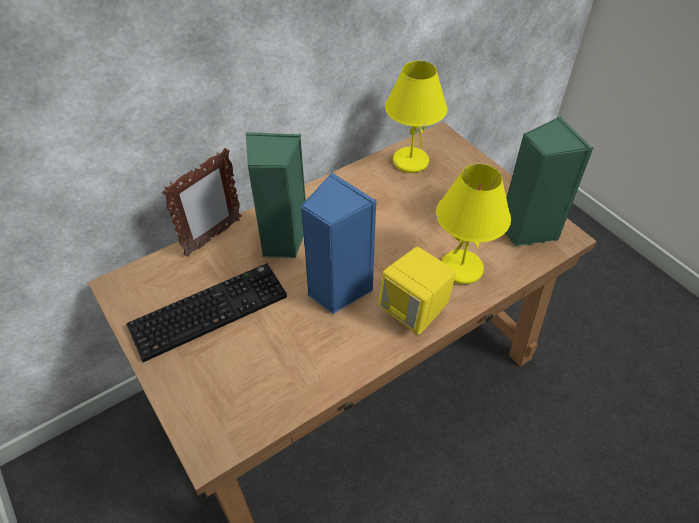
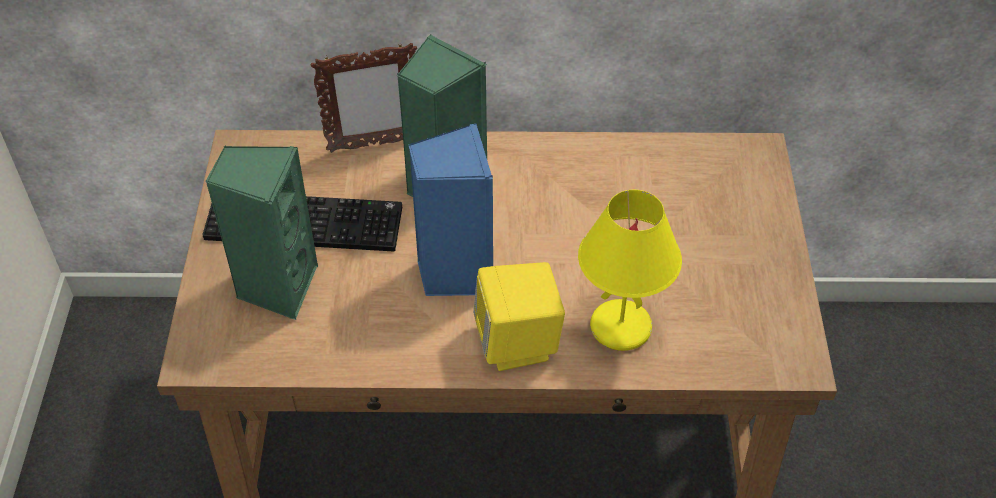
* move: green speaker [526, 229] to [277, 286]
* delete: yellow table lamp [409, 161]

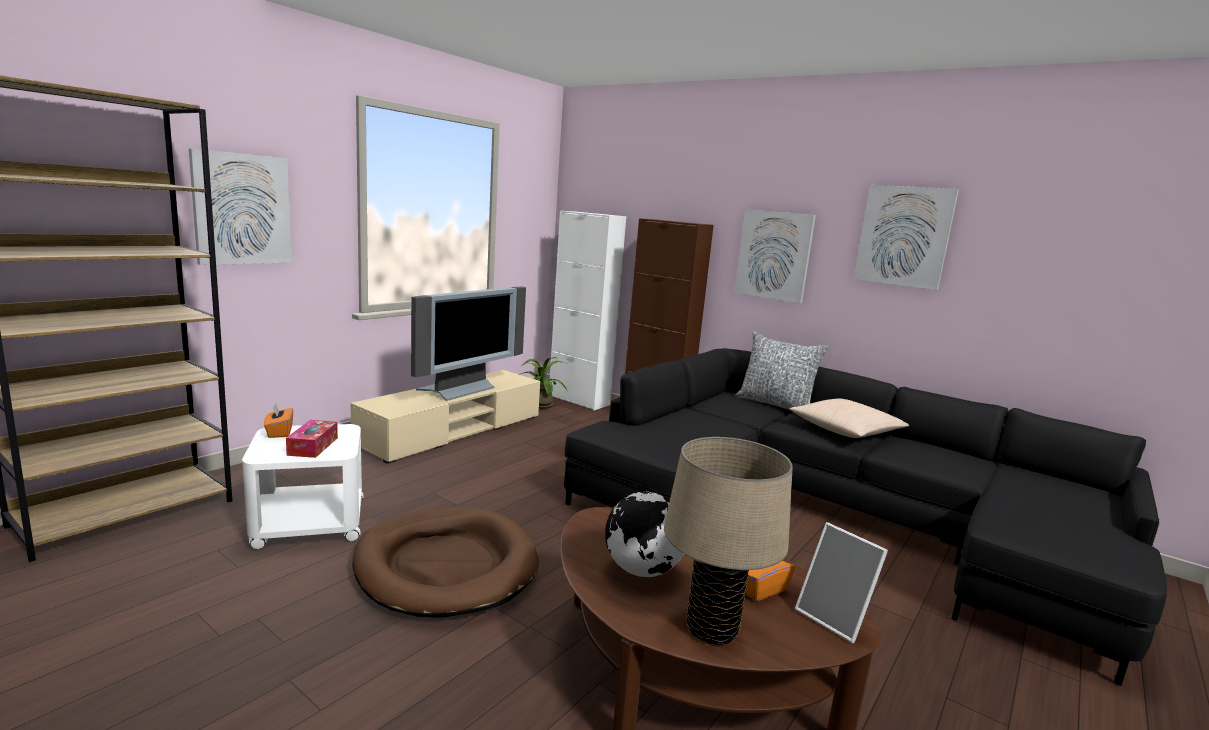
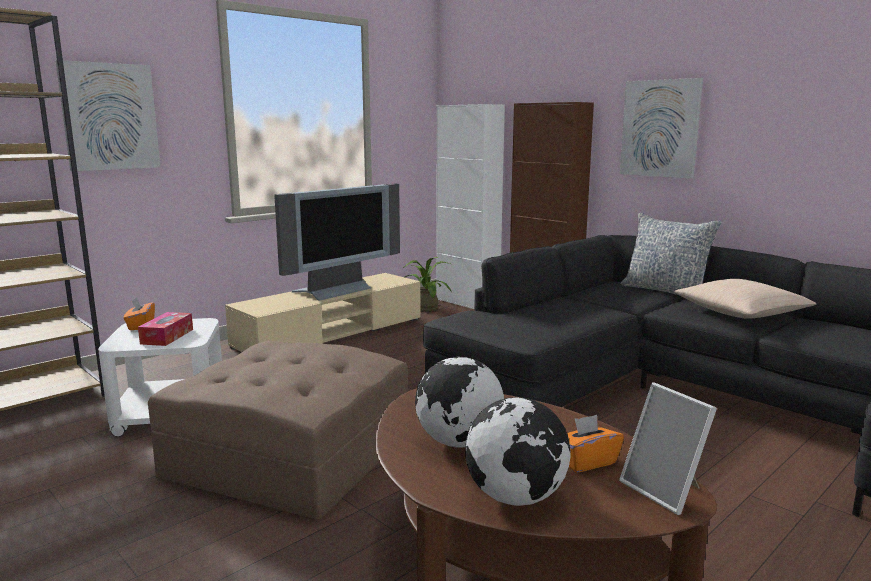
* replace: brown dog bed [446, 566] to brown ottoman [291, 453]
* replace: beige table lamp [711, 630] to globe [516, 498]
* delete: picture [904, 236]

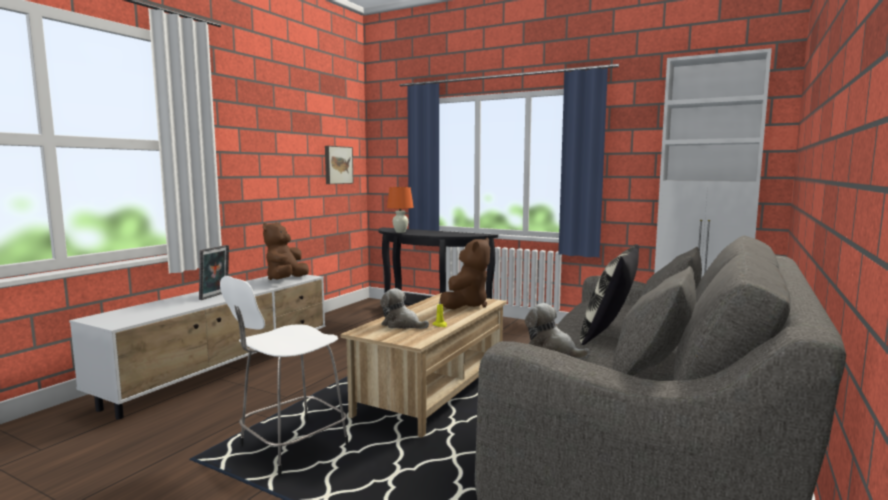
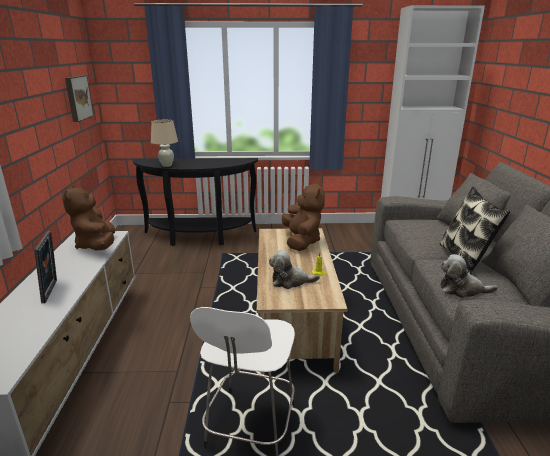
* recolor: orange table lamp [400, 232] to beige table lamp [167, 165]

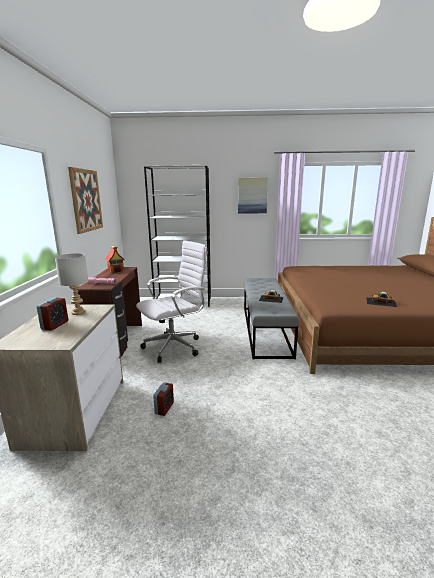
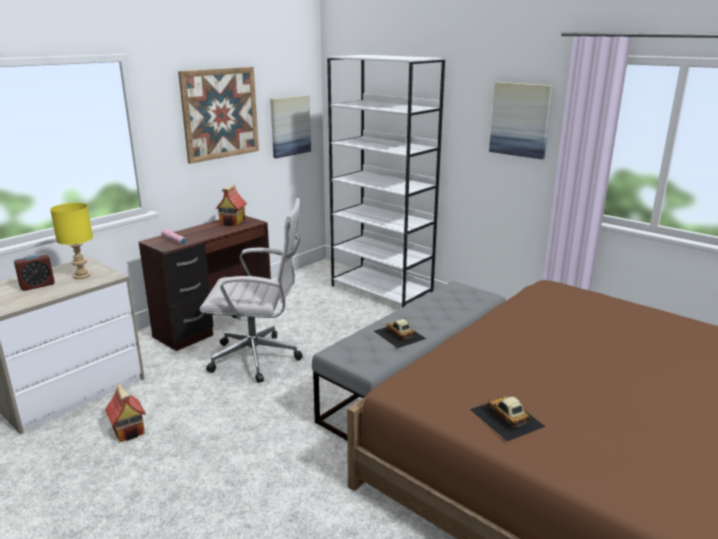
* recolor: grey table lamp [78, 312] to yellow table lamp [82, 276]
* replace: alarm clock [164, 408] to toy house [129, 430]
* insert: picture [290, 126]

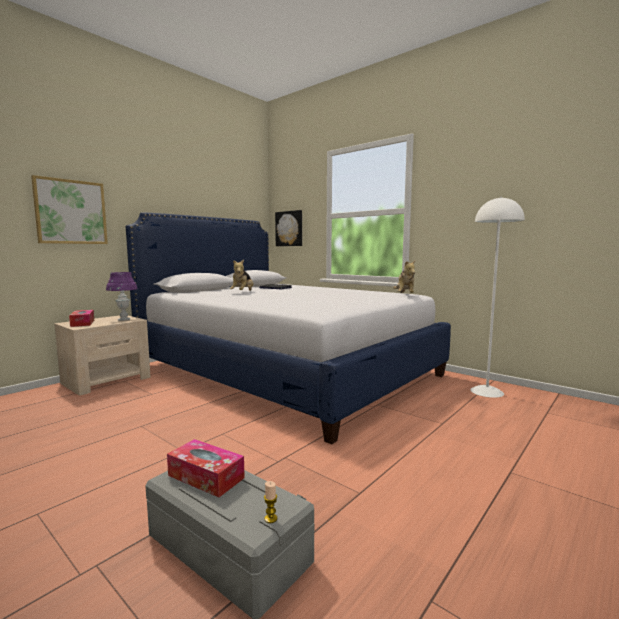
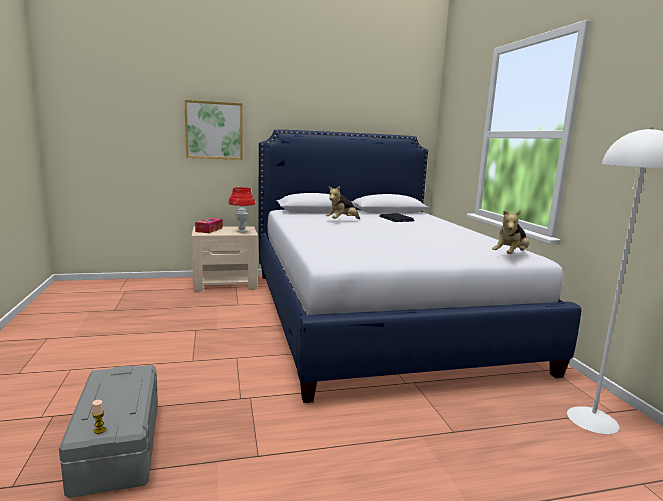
* recolor: purple table lamp [124, 319] to red table lamp [242, 231]
* delete: tissue box [206, 476]
* delete: picture [289, 228]

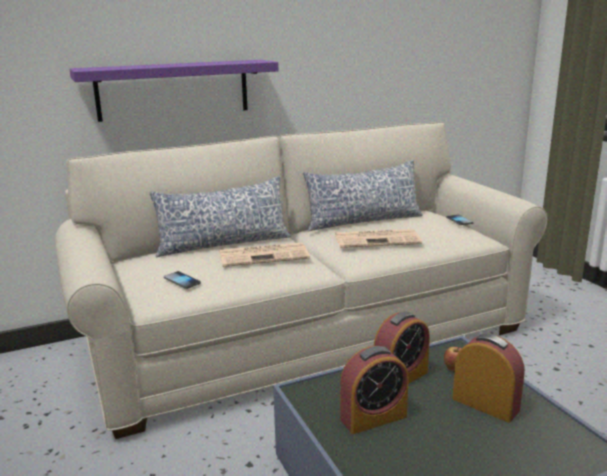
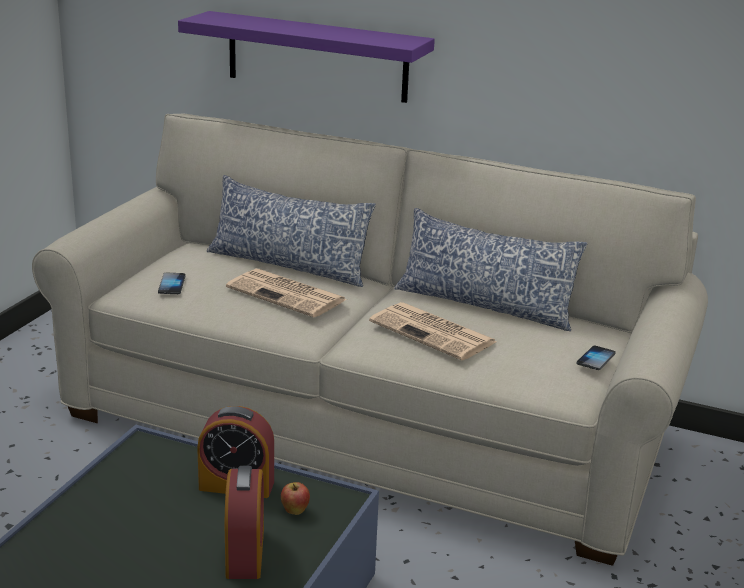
* delete: alarm clock [373, 418]

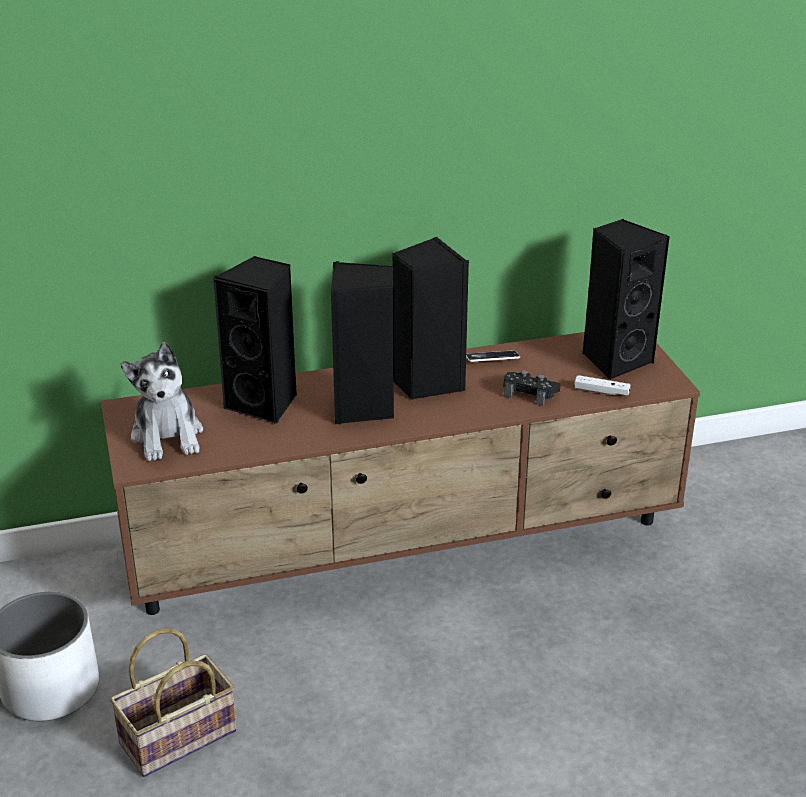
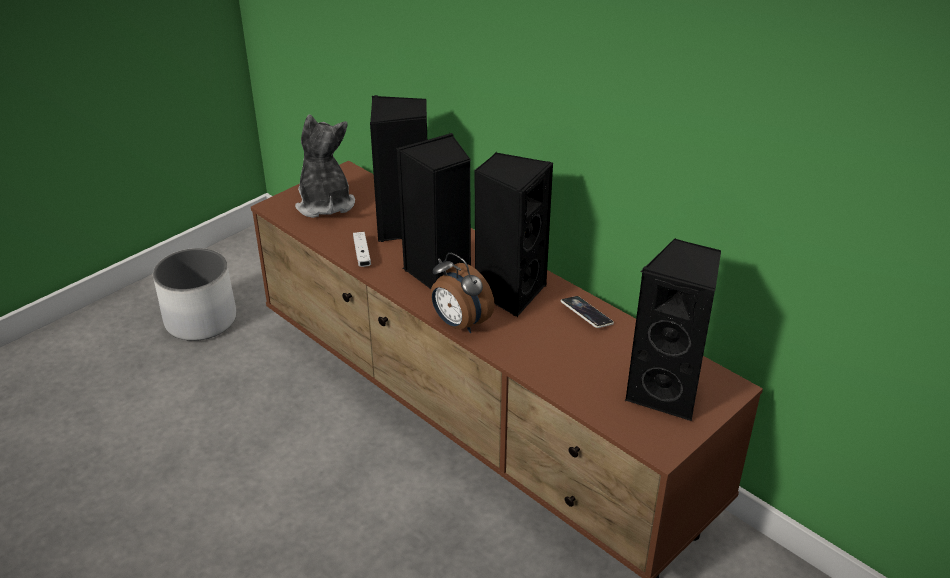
* rotate: plush toy [168, 436] = [324, 203] 120 degrees clockwise
* move: white game controller [601, 392] to [362, 254]
* insert: alarm clock [459, 324]
* delete: basket [176, 740]
* delete: black game controller [530, 393]

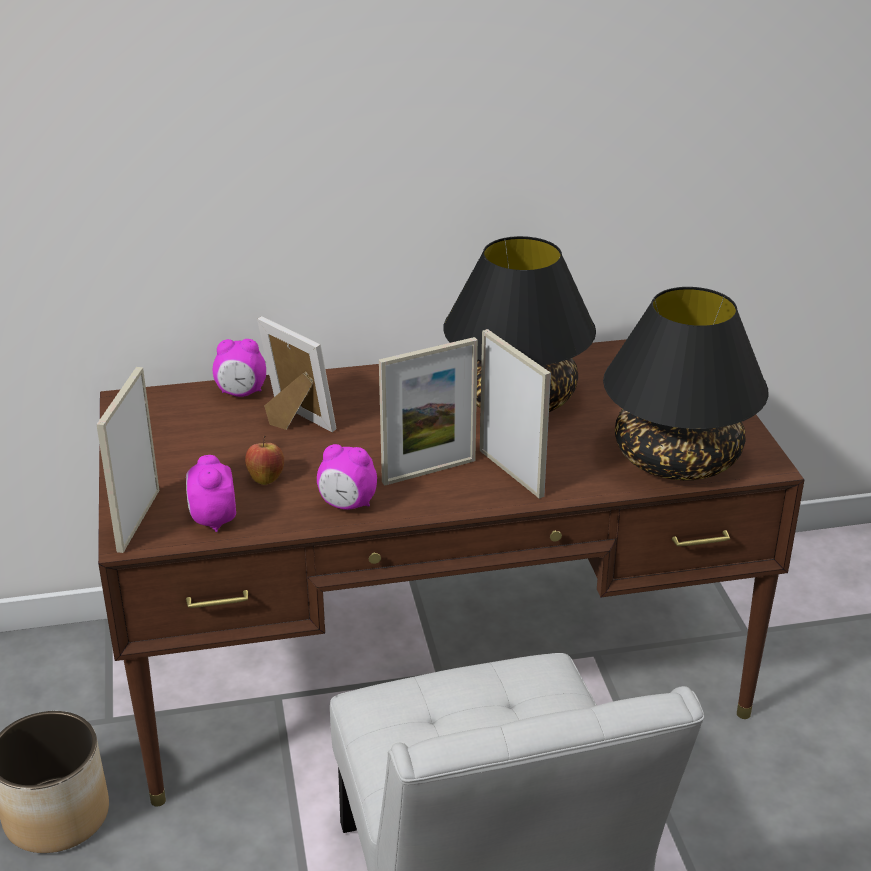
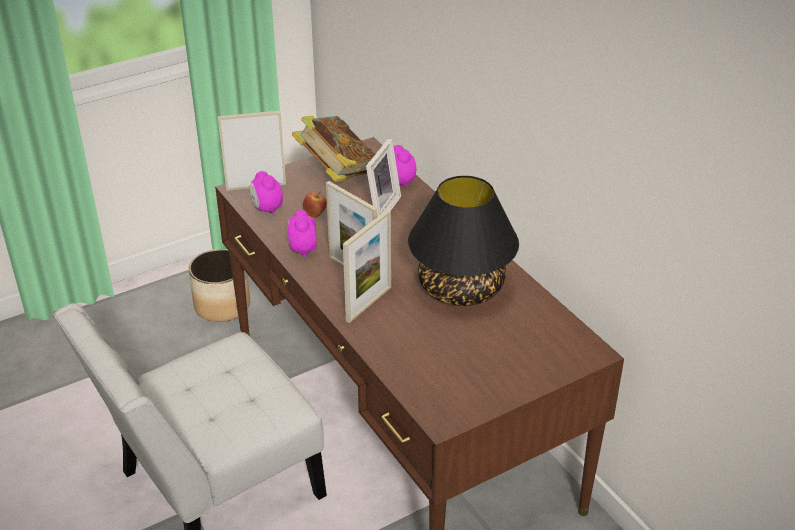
* rotate: alarm clock [213, 520] = [266, 209] 90 degrees counterclockwise
* insert: book [336, 172]
* delete: black table lamp [675, 459]

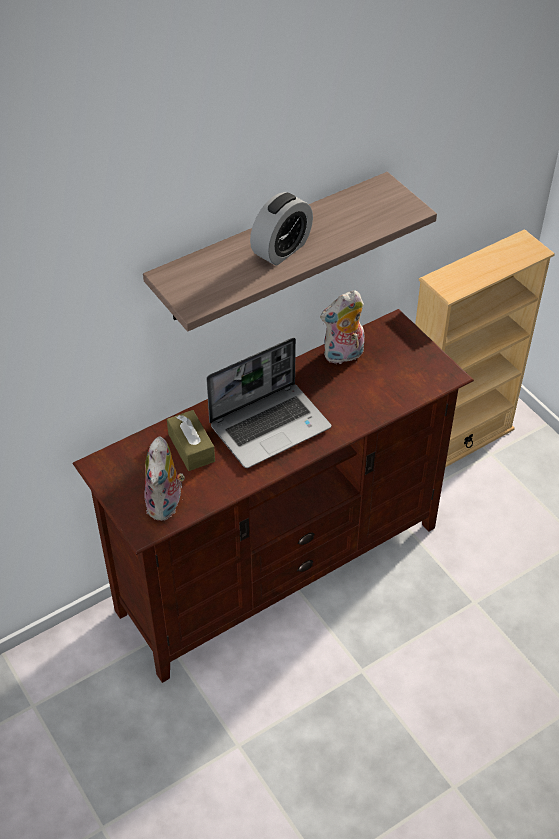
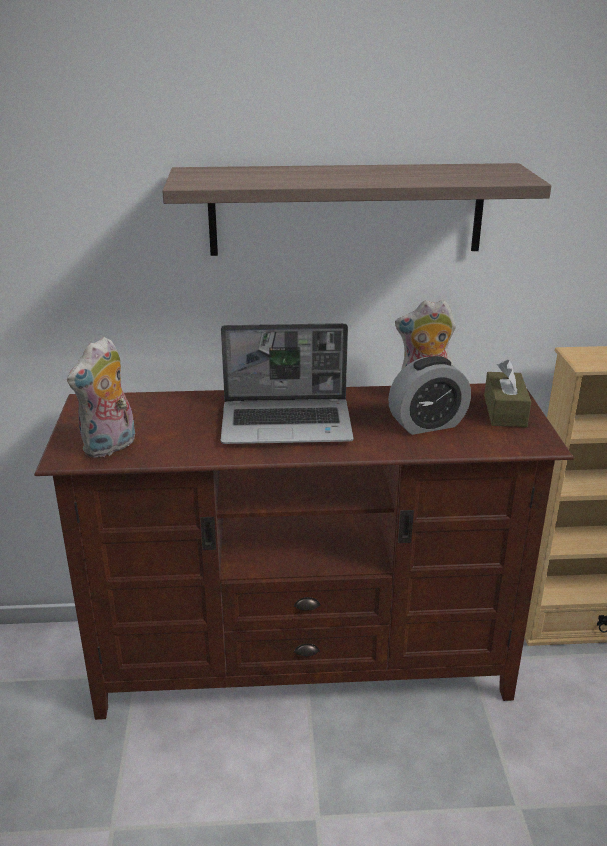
* move: alarm clock [281, 250] to [427, 424]
* move: brown tissue box [191, 447] to [505, 411]

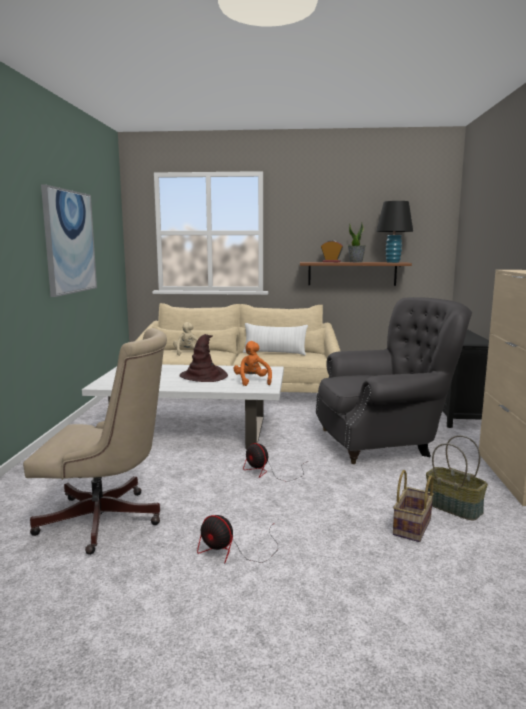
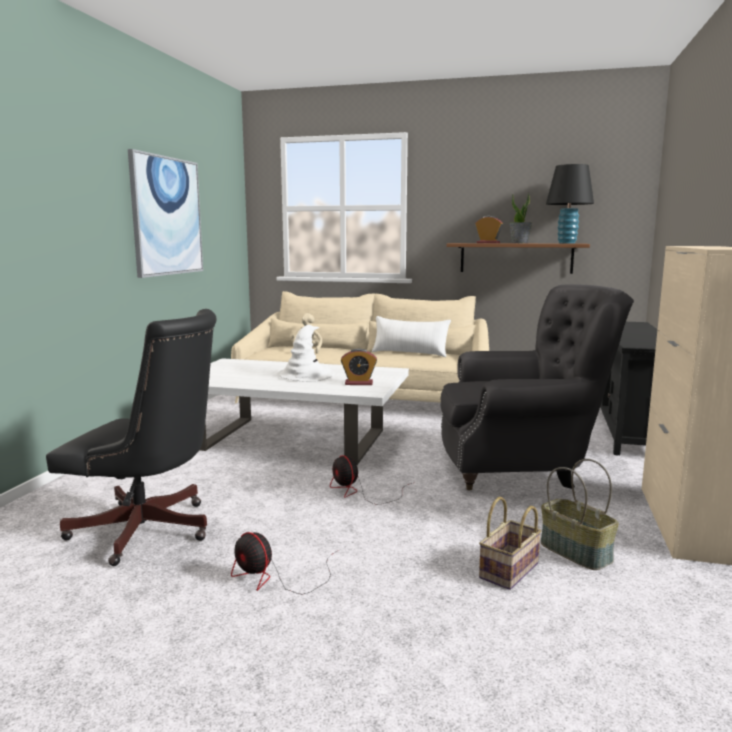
* recolor: beige office chair [107, 521] to black office chair [150, 532]
* recolor: brown hat [204, 376] to white hat [306, 375]
* replace: orange plush toy [252, 381] to alarm clock [358, 383]

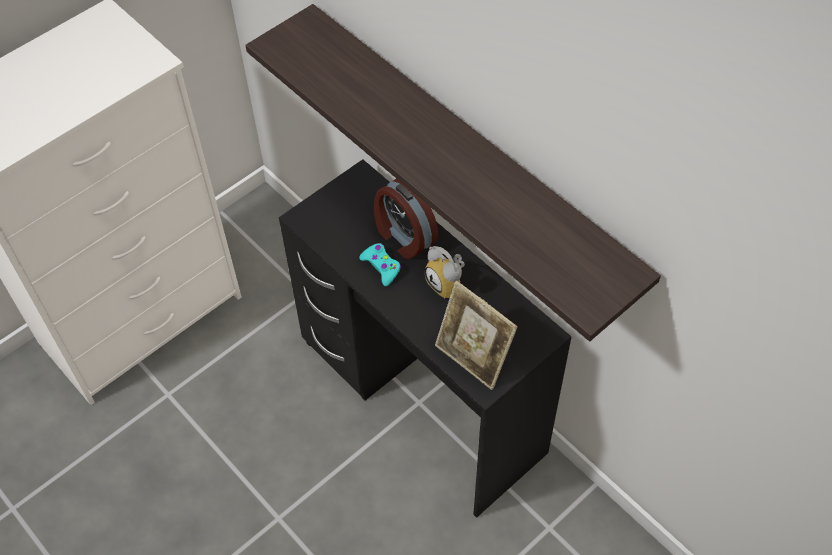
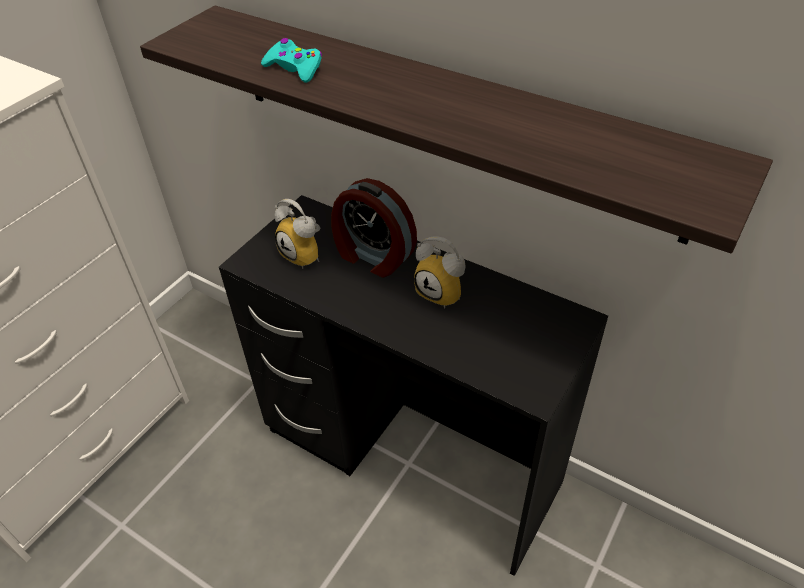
* move: turquoise game controller [381, 267] to [294, 68]
* insert: alarm clock [306, 255]
* delete: picture frame [473, 358]

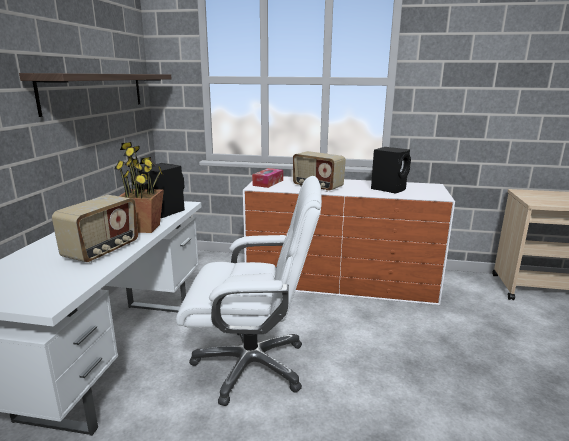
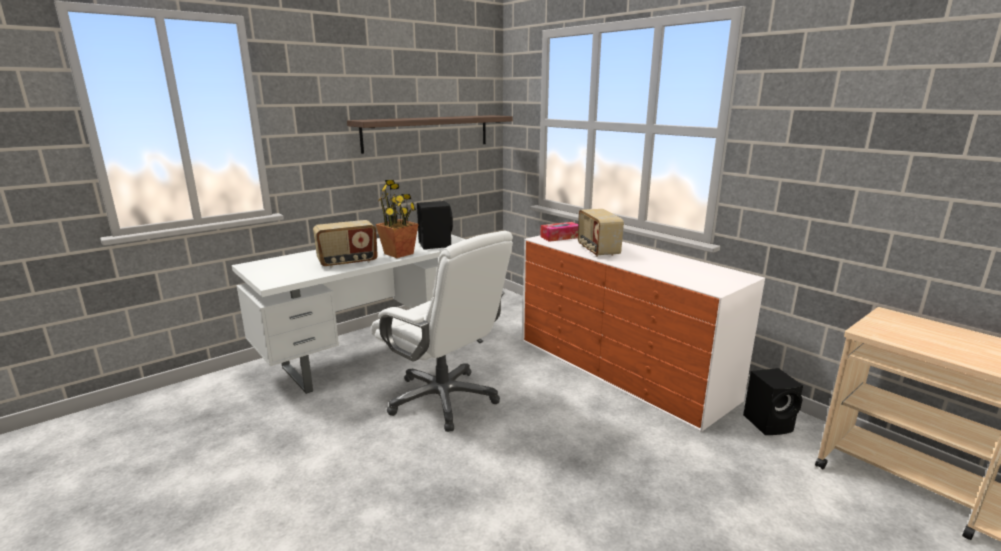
* move: black speaker [389, 189] to [769, 423]

